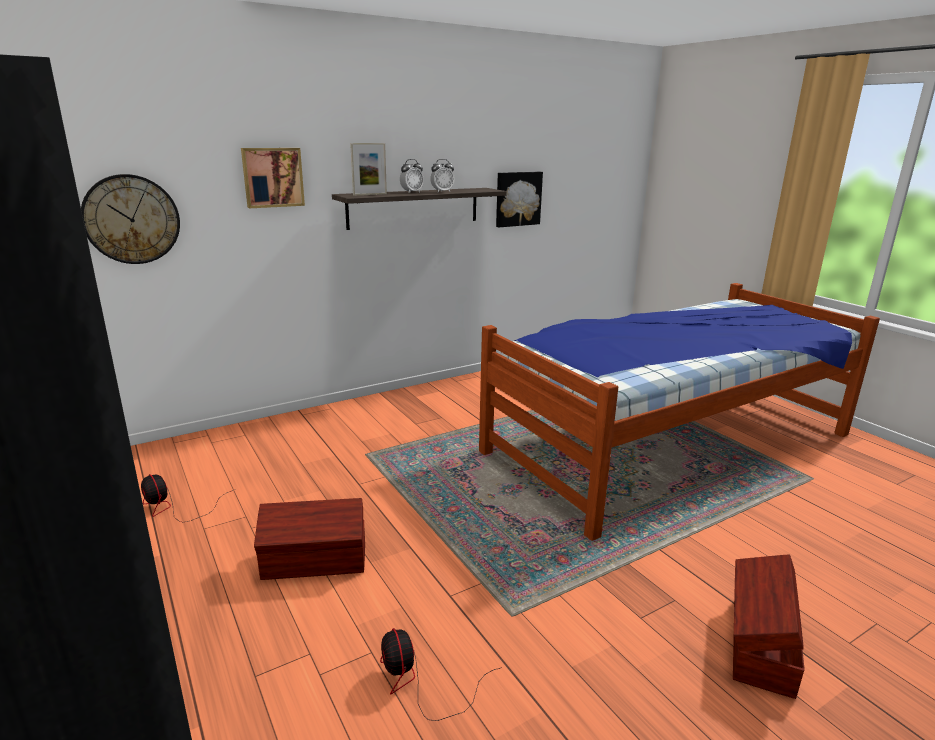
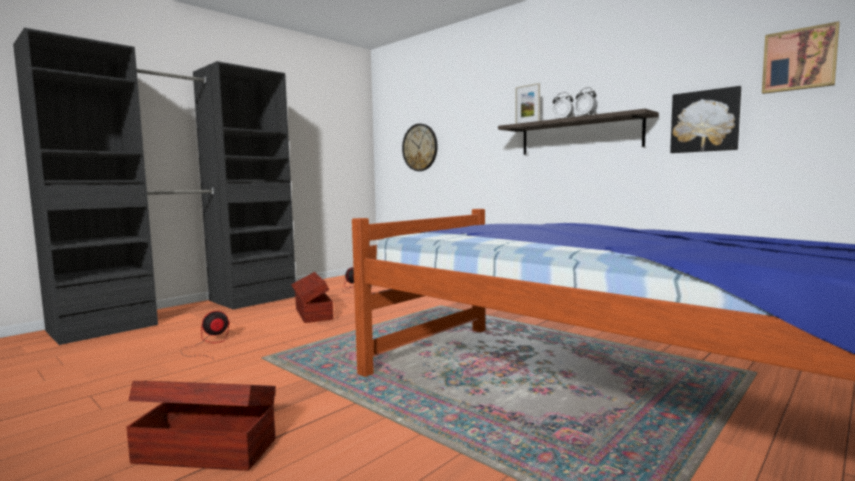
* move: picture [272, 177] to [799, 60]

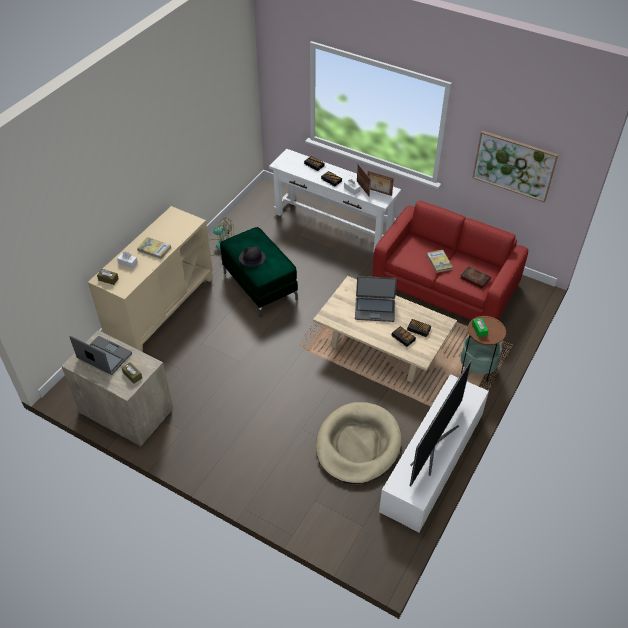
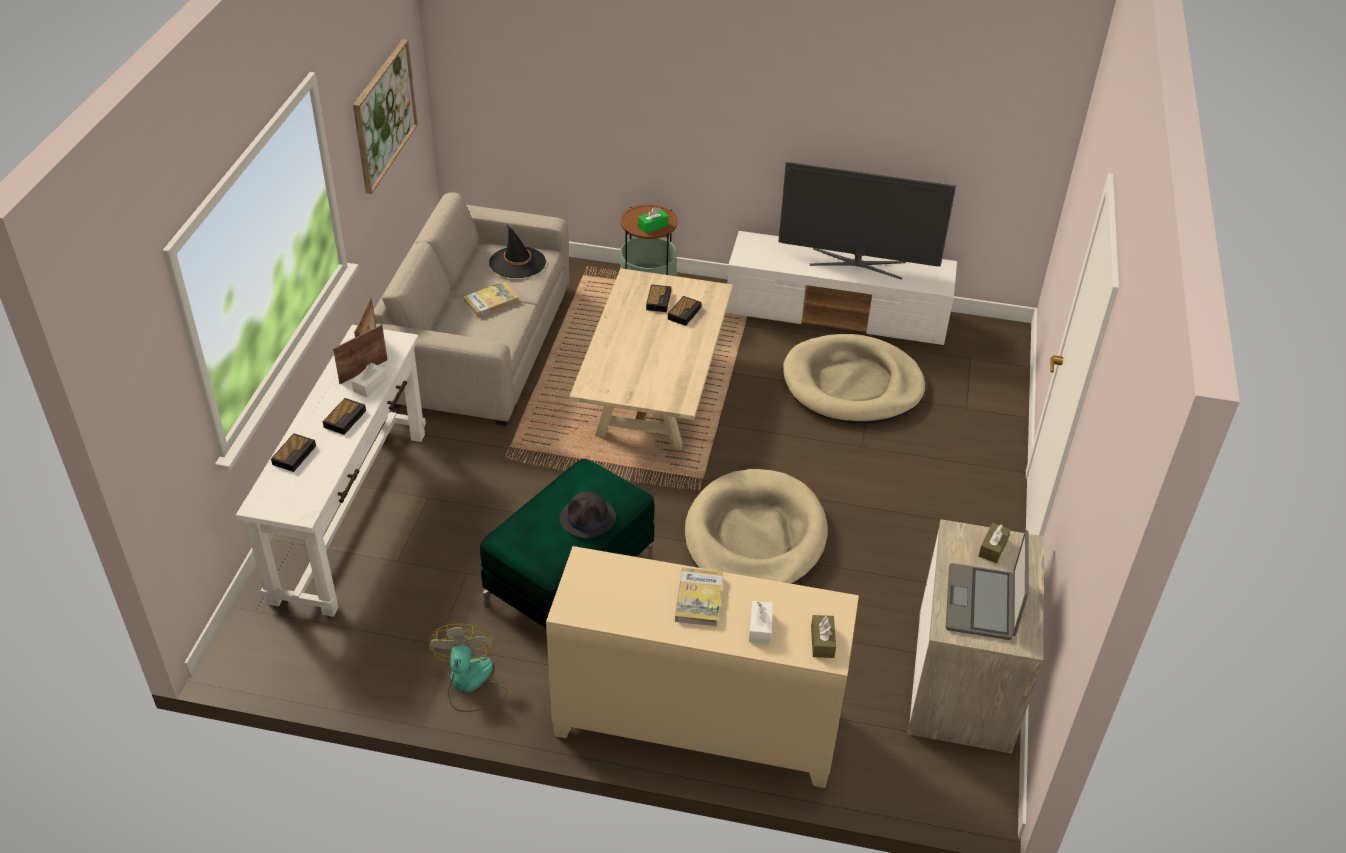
* recolor: red sofa [445, 283] to beige sofa [477, 344]
* replace: book [474, 278] to black hat [517, 263]
* insert: beige dog bed [755, 537]
* delete: laptop [374, 309]

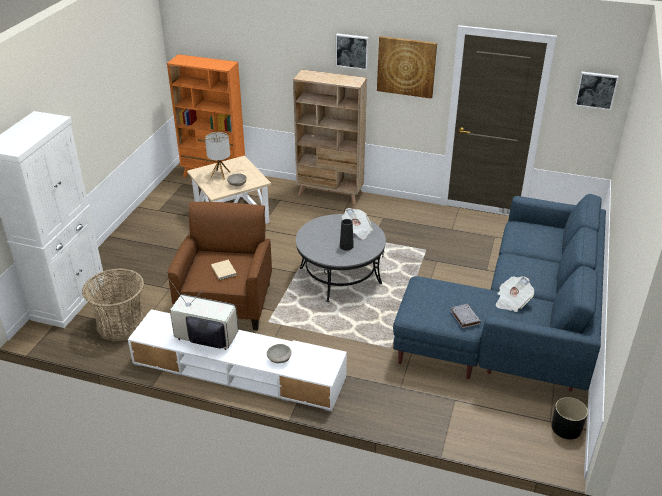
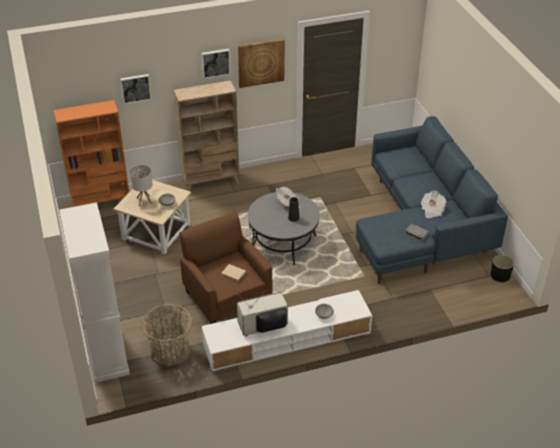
* move: picture [596, 90] to [135, 88]

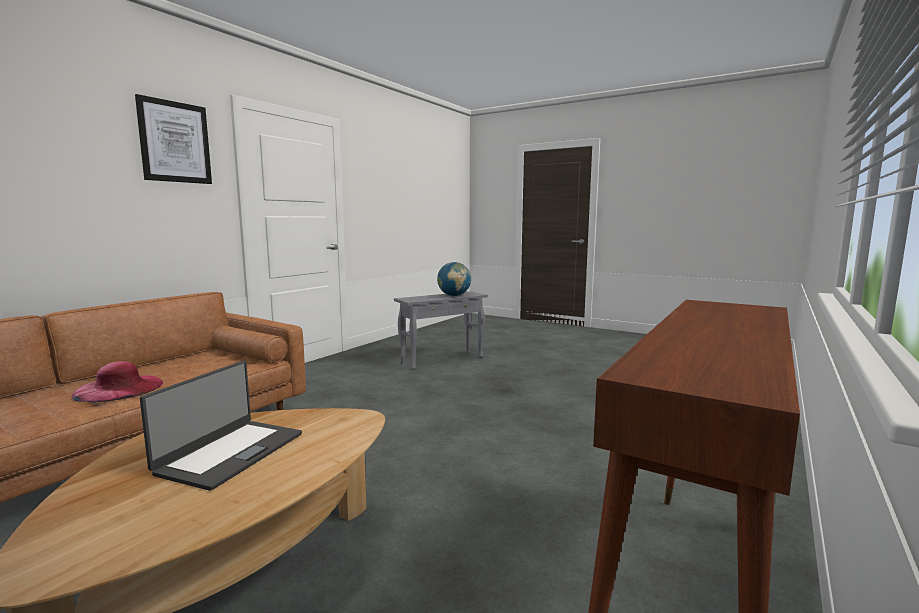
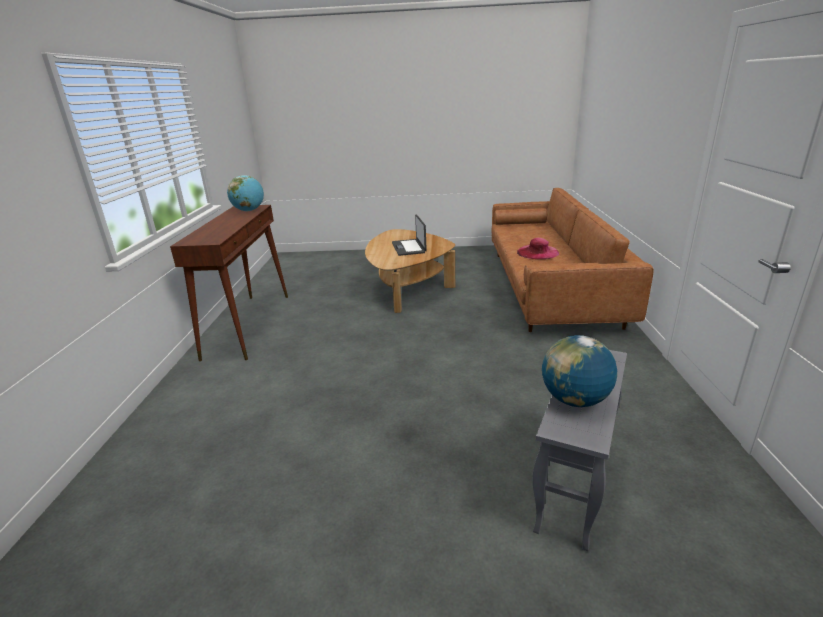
* insert: globe [249, 210]
* delete: picture [175, 142]

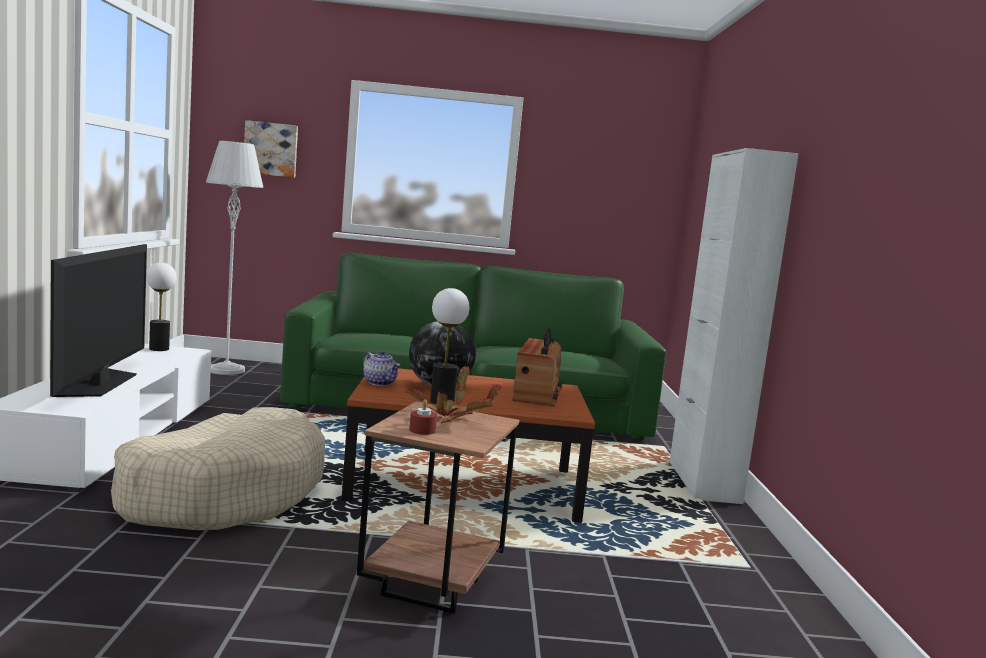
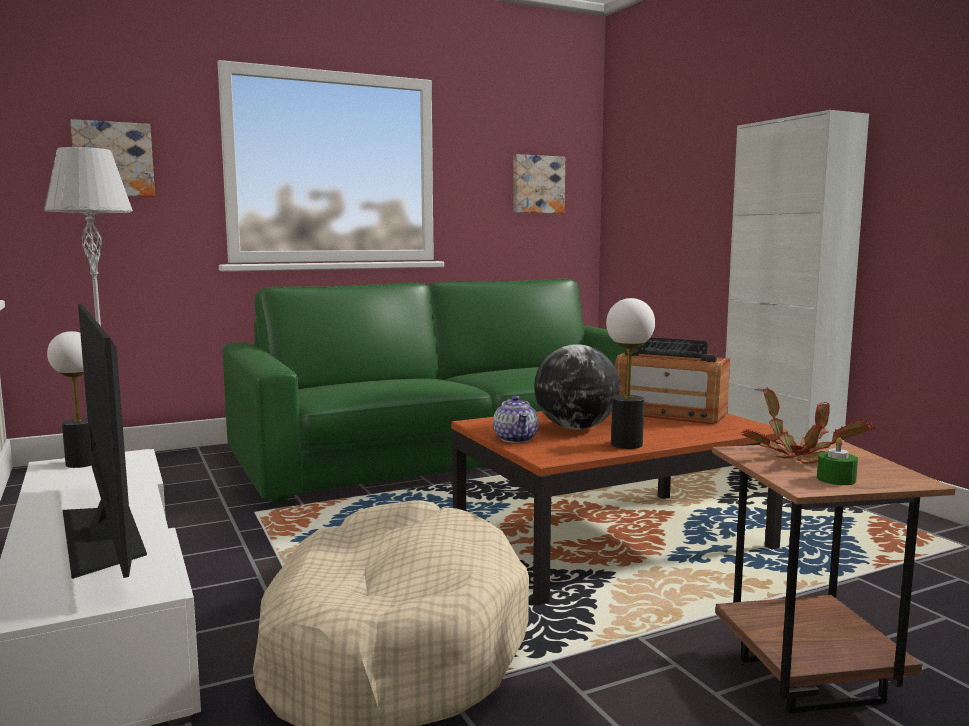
* rotate: teapot [380, 383] = [516, 439] 60 degrees clockwise
* insert: picture [537, 184]
* rotate: radio [537, 394] = [669, 413] 135 degrees clockwise
* recolor: red candle [422, 430] to green candle [836, 479]

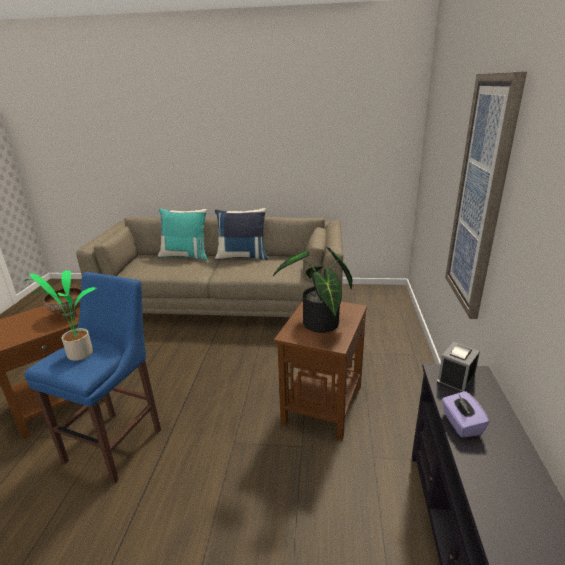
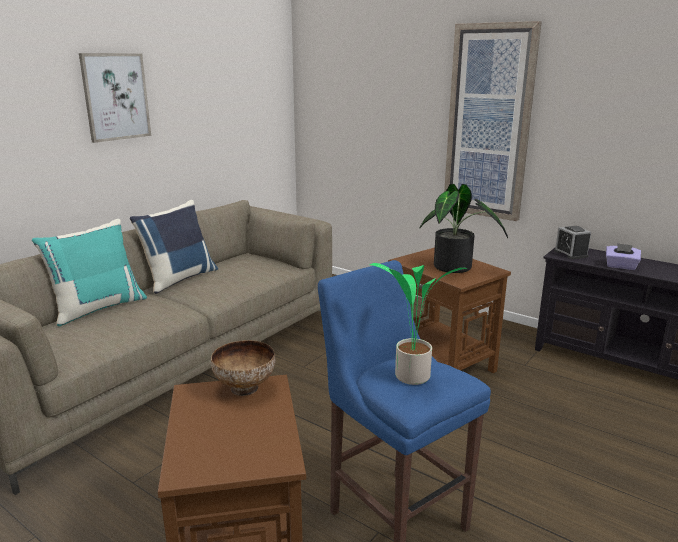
* insert: picture [115, 97]

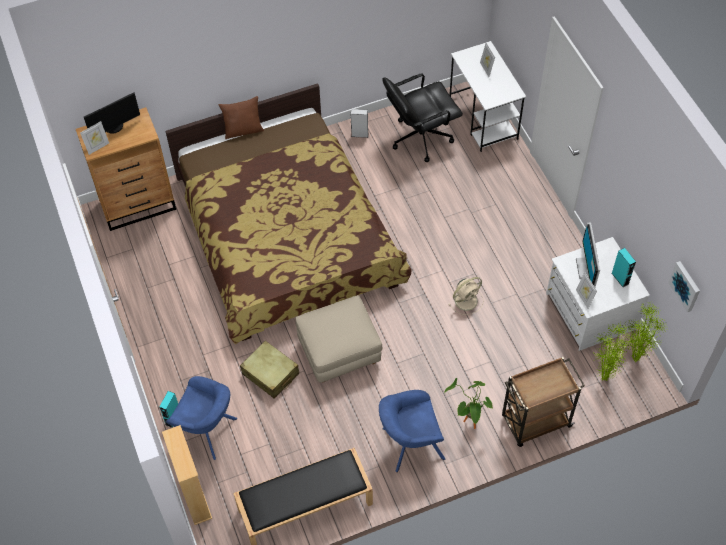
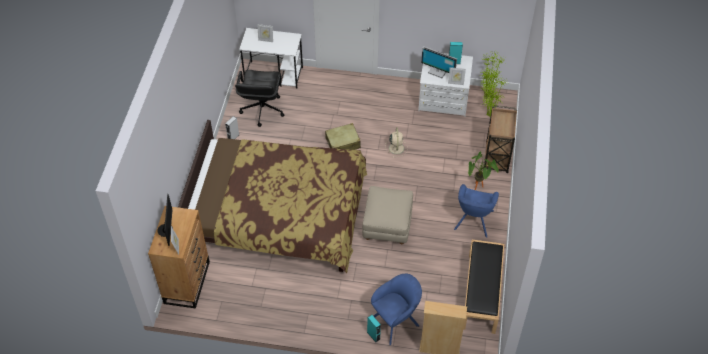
* move: beige suitcase [270, 374] to [343, 143]
* delete: brown pillow [243, 130]
* delete: picture [685, 286]

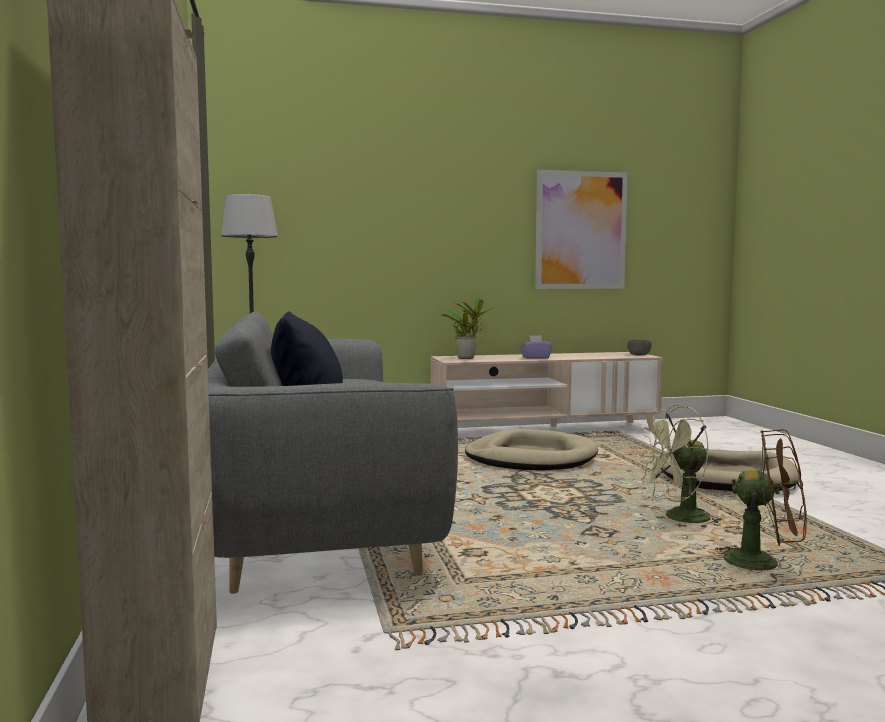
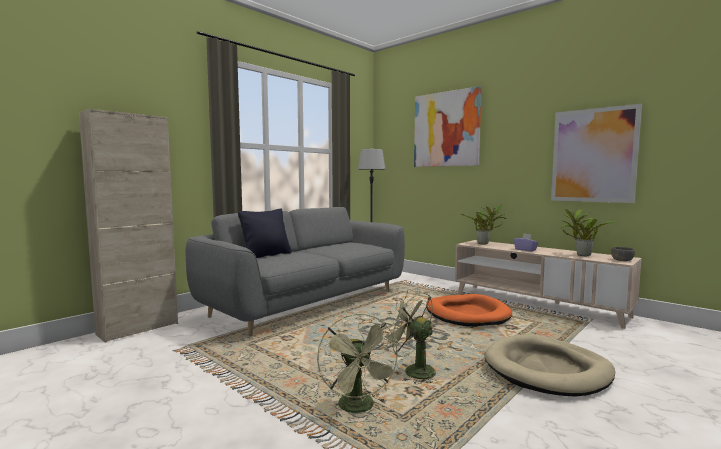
* recolor: brown fan [763, 563] to green fan [359, 408]
* insert: picture [446, 129]
* recolor: beige dog bed [530, 458] to orange dog bed [467, 314]
* insert: potted plant [581, 255]

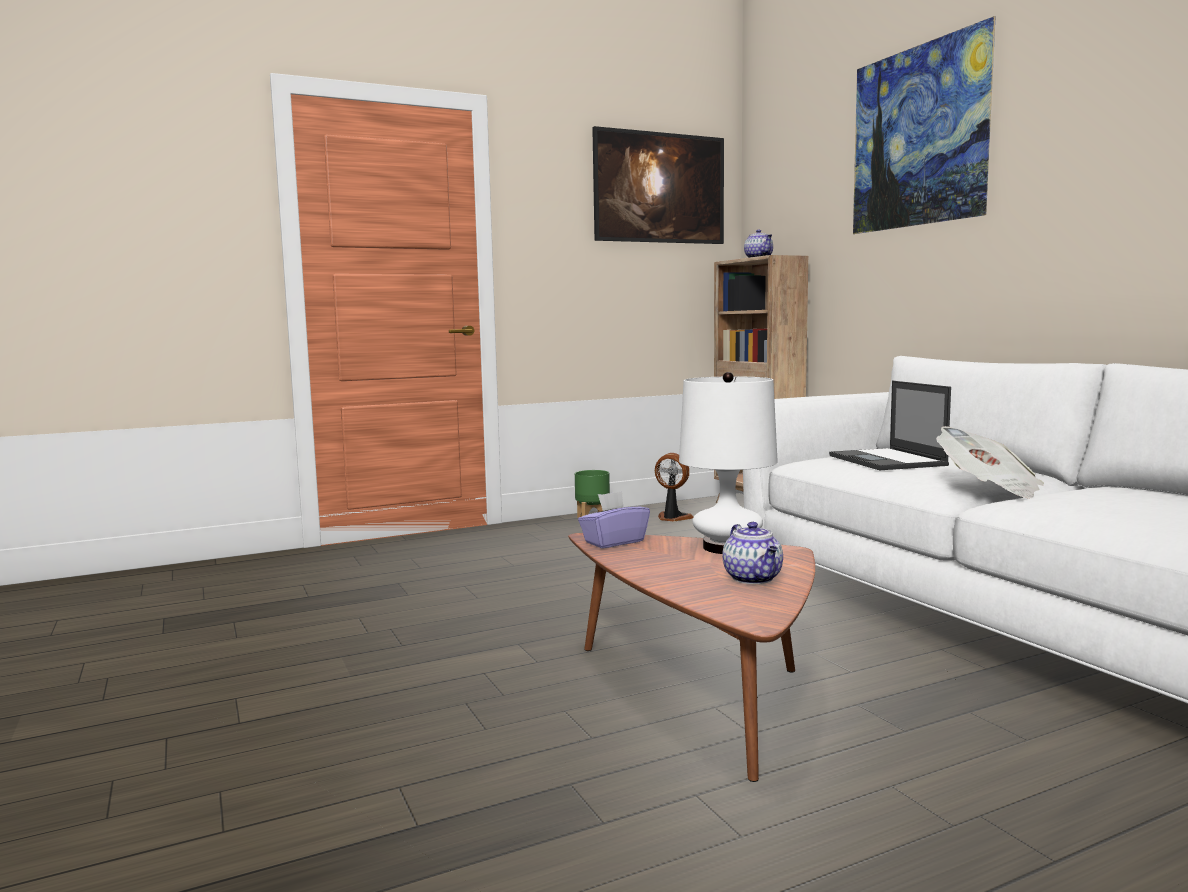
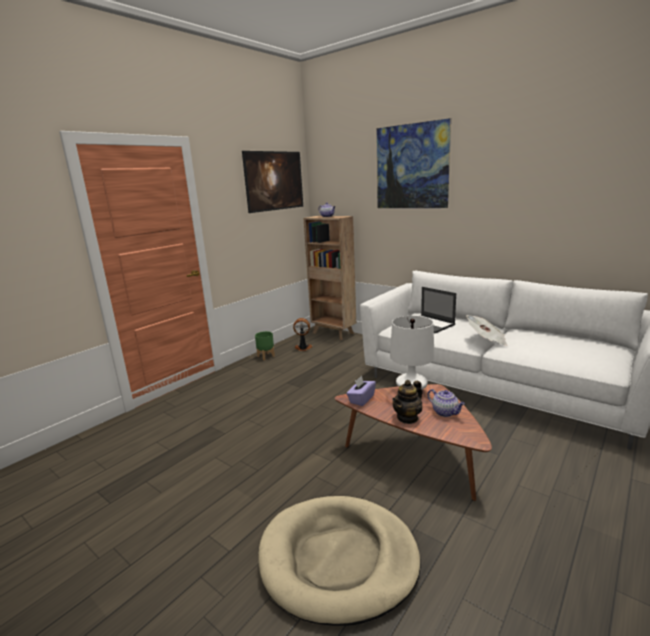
* insert: beige dog bed [338, 559]
* insert: teapot [407, 418]

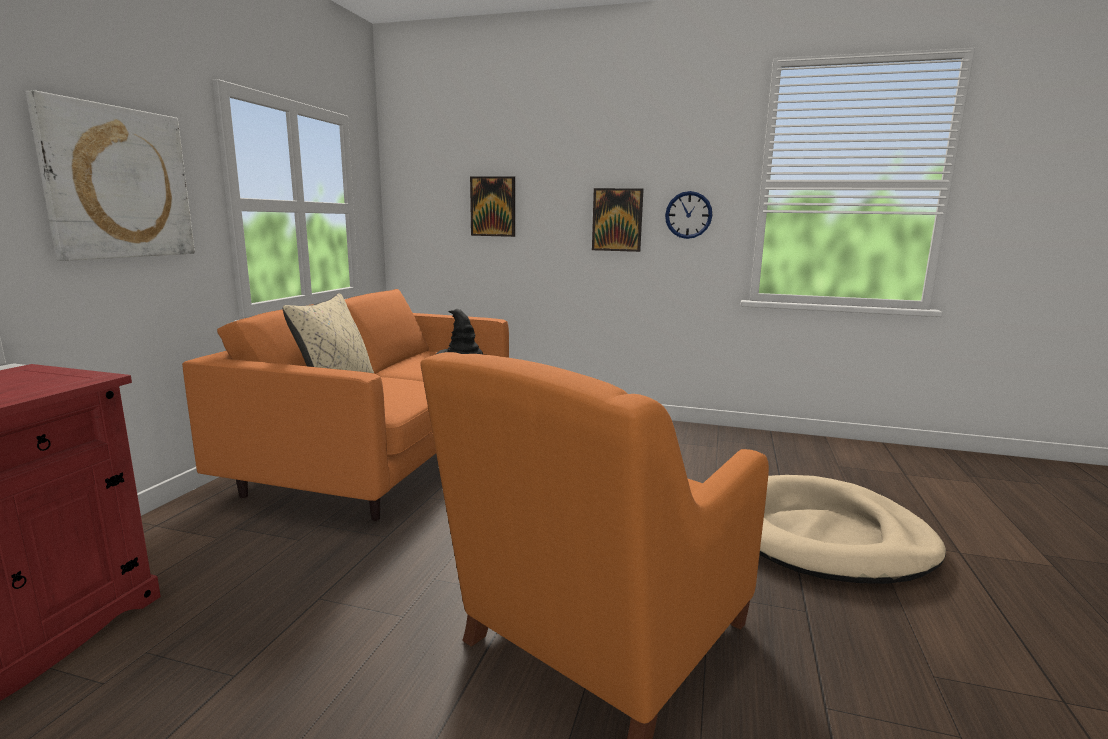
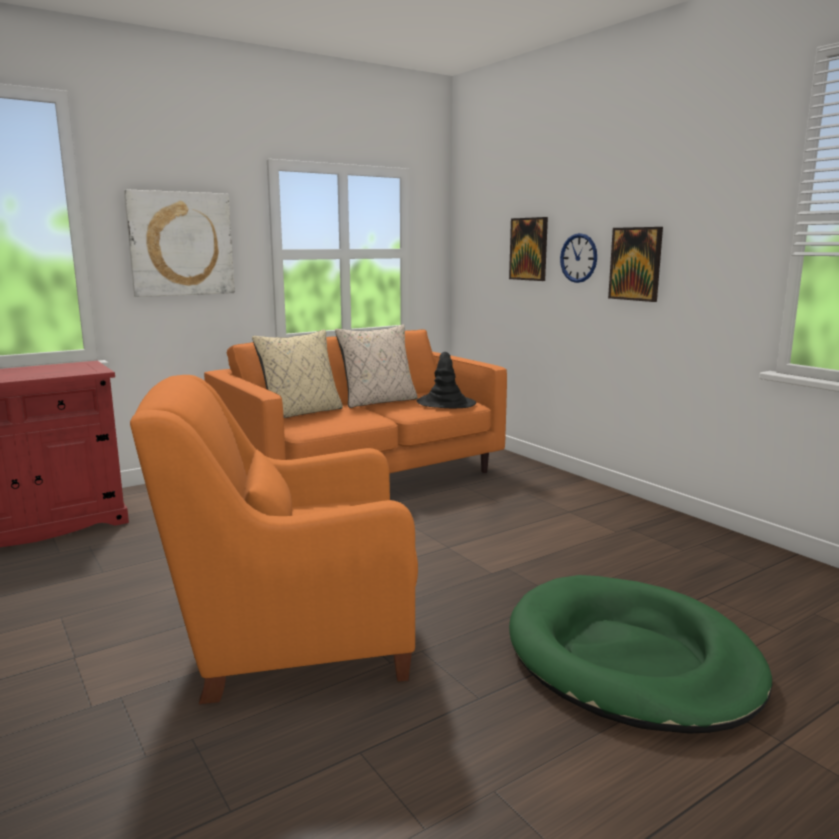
* insert: beige pillow [378, 401]
* recolor: beige dog bed [822, 535] to green dog bed [631, 659]
* move: wall clock [688, 215] to [578, 258]

